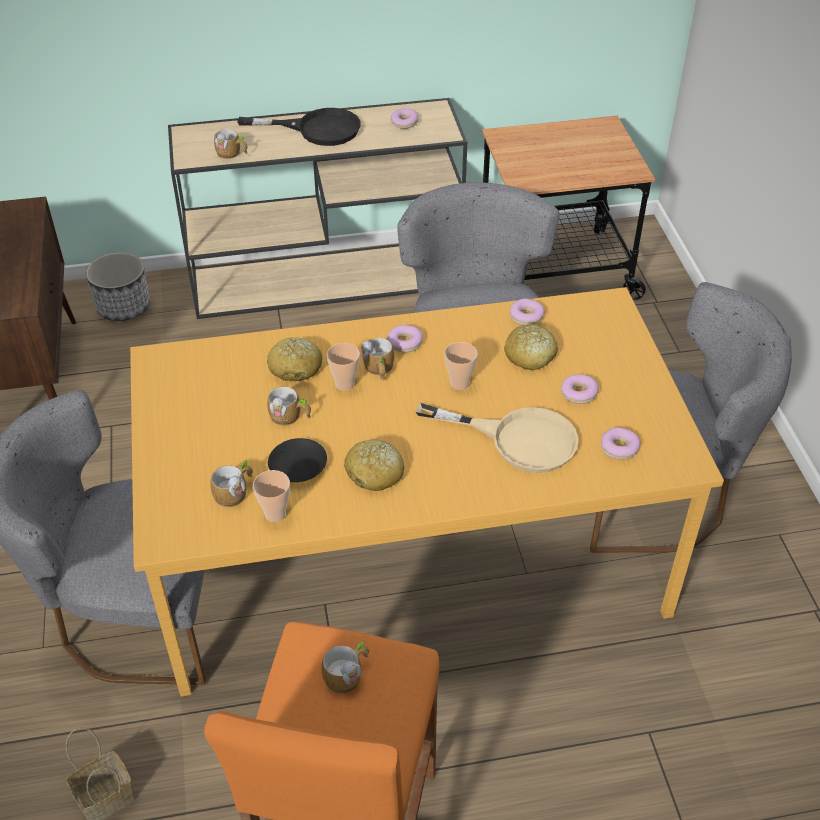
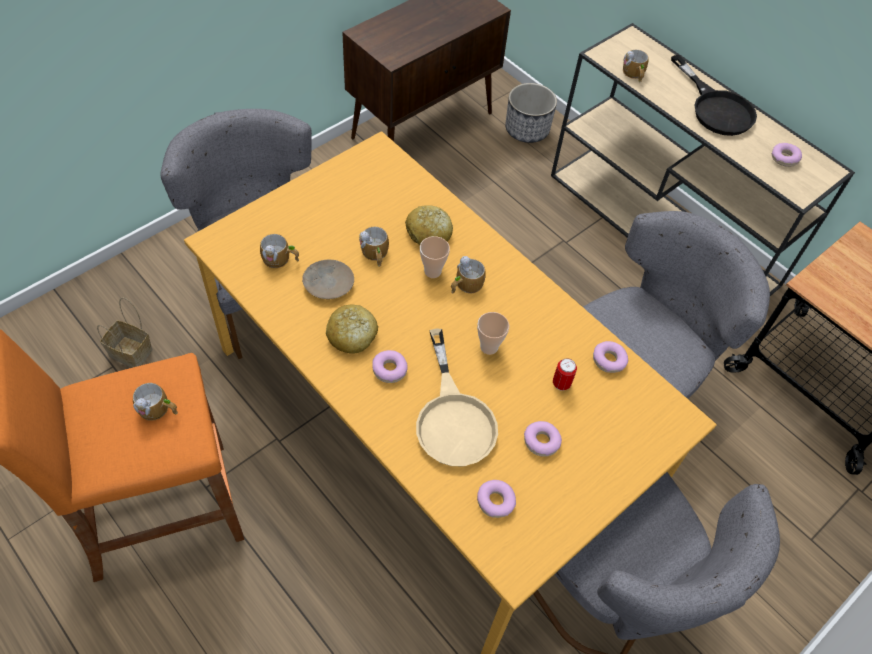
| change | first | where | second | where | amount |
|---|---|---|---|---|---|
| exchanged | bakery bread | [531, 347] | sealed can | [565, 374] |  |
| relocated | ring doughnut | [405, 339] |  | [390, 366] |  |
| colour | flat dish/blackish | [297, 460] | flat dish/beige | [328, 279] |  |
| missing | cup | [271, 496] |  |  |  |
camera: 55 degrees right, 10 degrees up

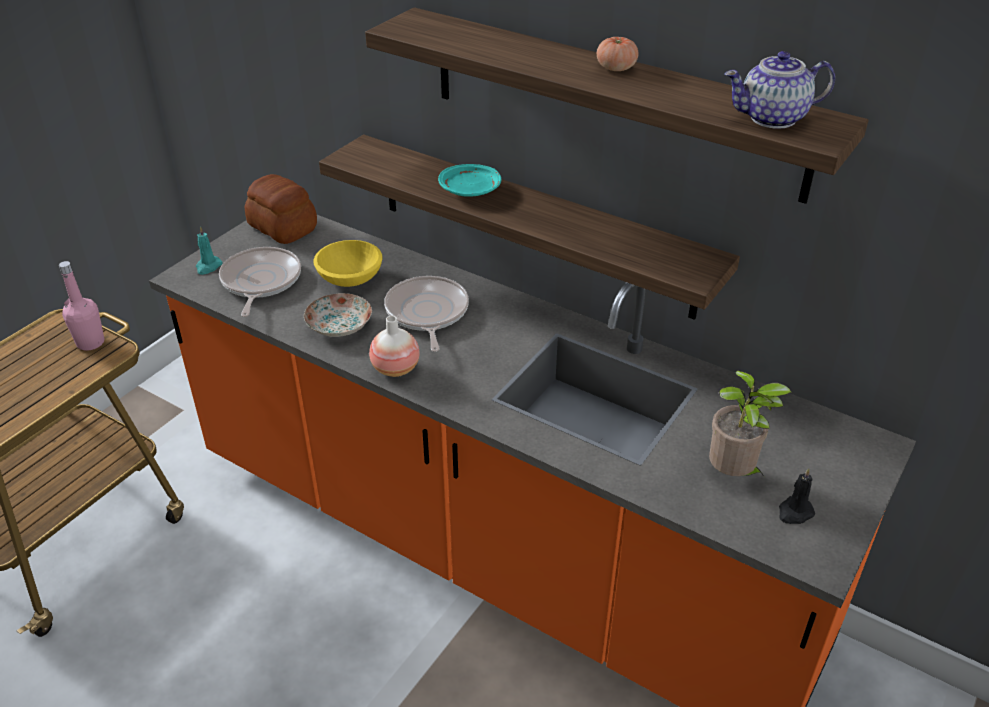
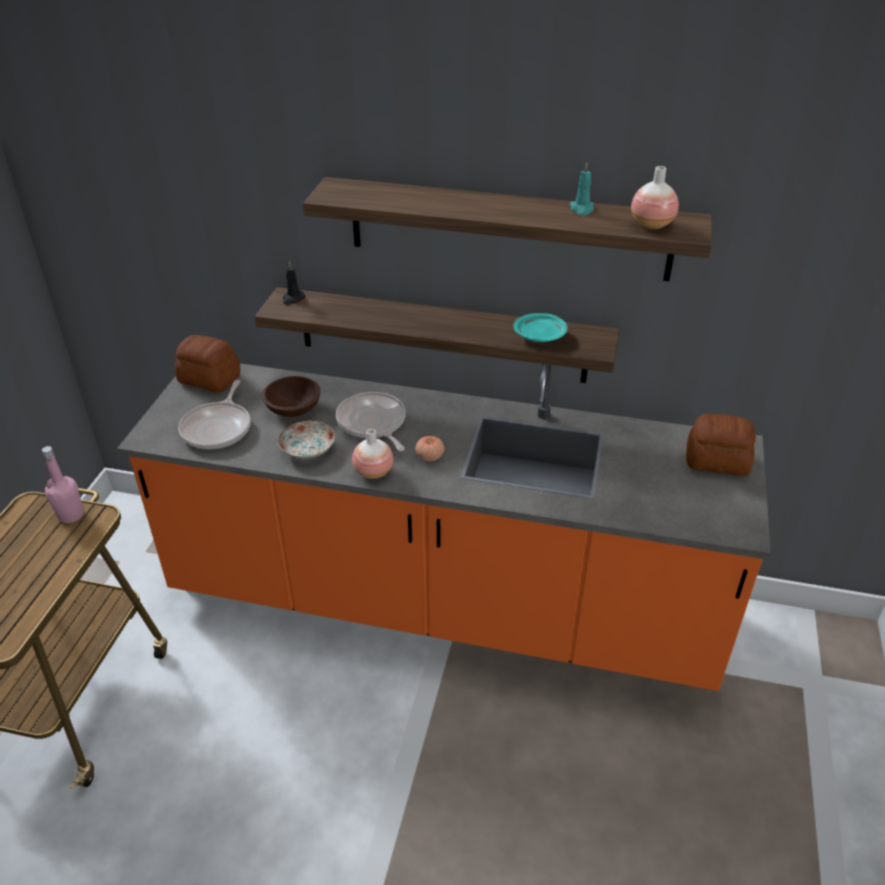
| change | first | where | second | where | amount |
|---|---|---|---|---|---|
| relocated | fresh tomato | [618, 54] |  | [430, 448] |  |
| exchanged | tea pot | [779, 90] | vase | [655, 197] |  |
| relocated | flat dish/turquoise-coloured | [469, 180] |  | [540, 327] |  |
| relocated | candle/turquoise-coloured | [209, 250] |  | [582, 189] |  |
| colour | deep dish/yellow | [348, 263] | deep dish/brown-coloured | [291, 396] |  |
| spun | pan | [260, 282] |  | [214, 415] | 150 degrees counterclockwise |
| missing | plant in a pot | [750, 423] |  |  |  |
| relocated | candle/blackish | [797, 496] |  | [294, 283] |  |
| appeared |  |  | bakery bread | [721, 445] |  |
camera: 20 degrees left, 0 degrees up

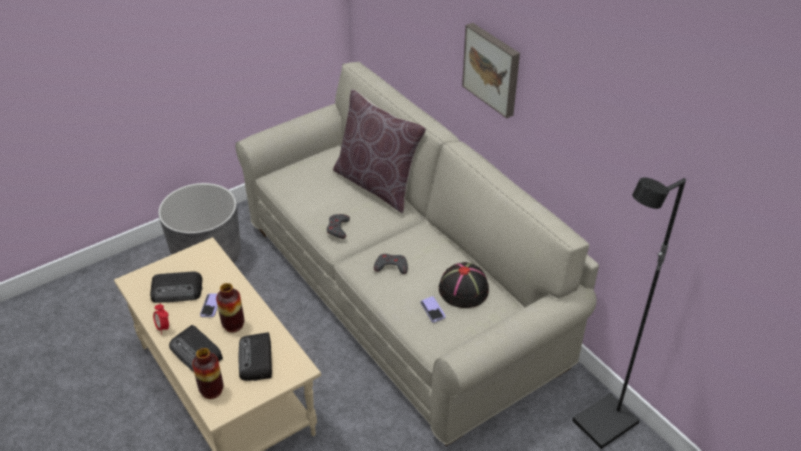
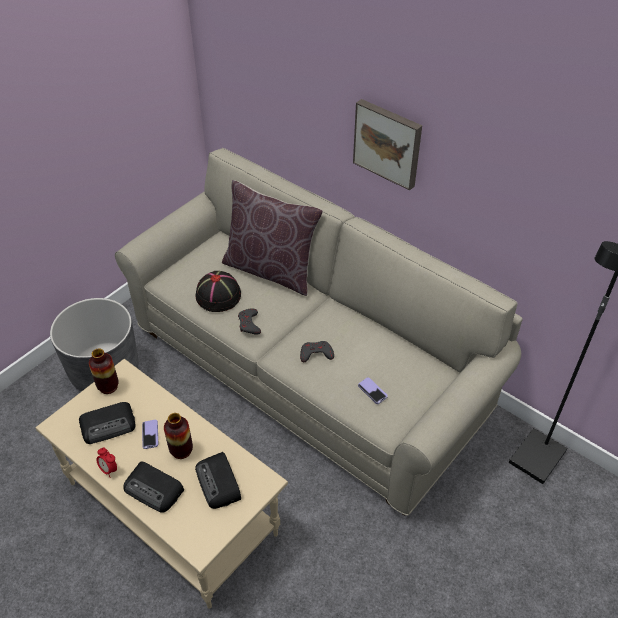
| change | first | where | second | where | amount |
|---|---|---|---|---|---|
| relocated | hat/blackish | [464, 285] |  | [218, 291] |  |
| relocated | vase | [208, 373] |  | [104, 371] |  |
camera: 15 degrees left, 5 degrees up

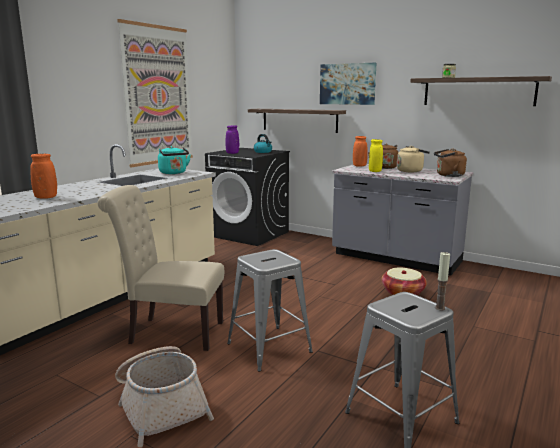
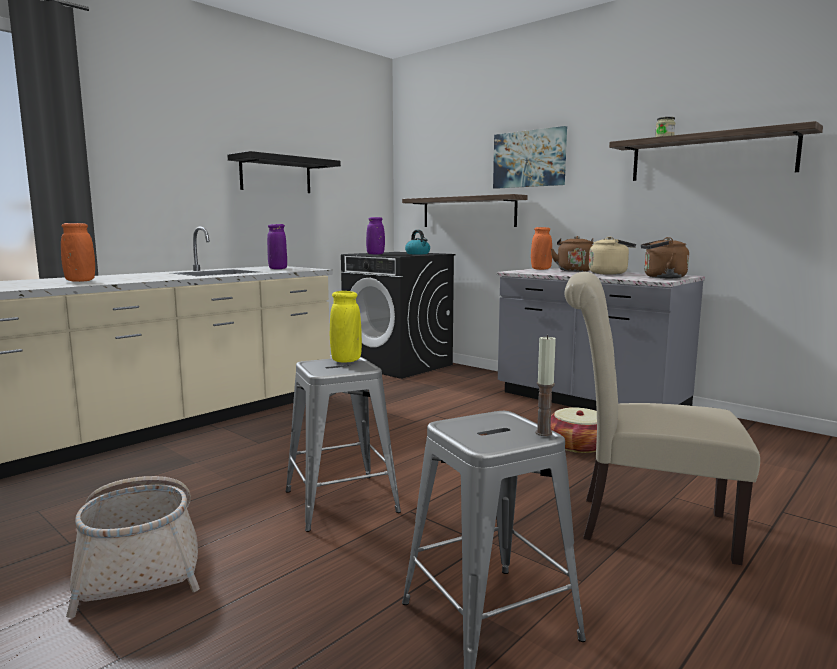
| change | first | where | second | where | amount |
|---|---|---|---|---|---|
| exchanged | picture | [155, 93] | shelf/blackish | [284, 172] |  |
| relocated | vase/yellow | [376, 155] |  | [346, 327] |  |
| exchanged | water kettle/turquoise-coloured | [174, 160] | vase/purple | [277, 246] |  |
| relocated | plain chair/beige | [160, 268] |  | [662, 418] |  |
camera: 10 degrees right, 5 degrees down

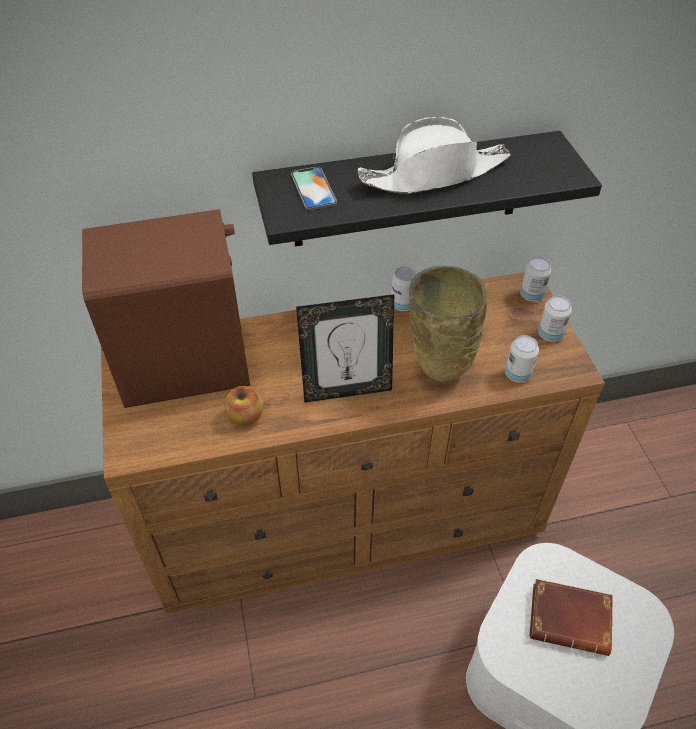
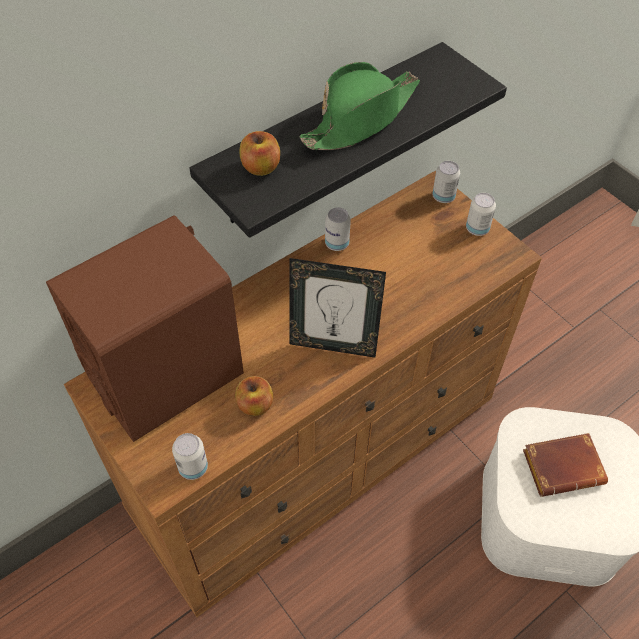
| change | first | where | second | where | amount |
|---|---|---|---|---|---|
| colour | hat/white-coloured | [434, 155] | hat/greenish | [359, 106] |  |
| exchanged | phone | [314, 188] | apple fruit | [259, 153] |  |
| missing | vase/beige | [448, 324] |  |  |  |
| spun | photo frame | [345, 348] |  | [337, 307] | 45 degrees clockwise |
| relocated | sealed can | [522, 359] |  | [190, 456] |  |
camera: 25 degrees left, 5 degrees up

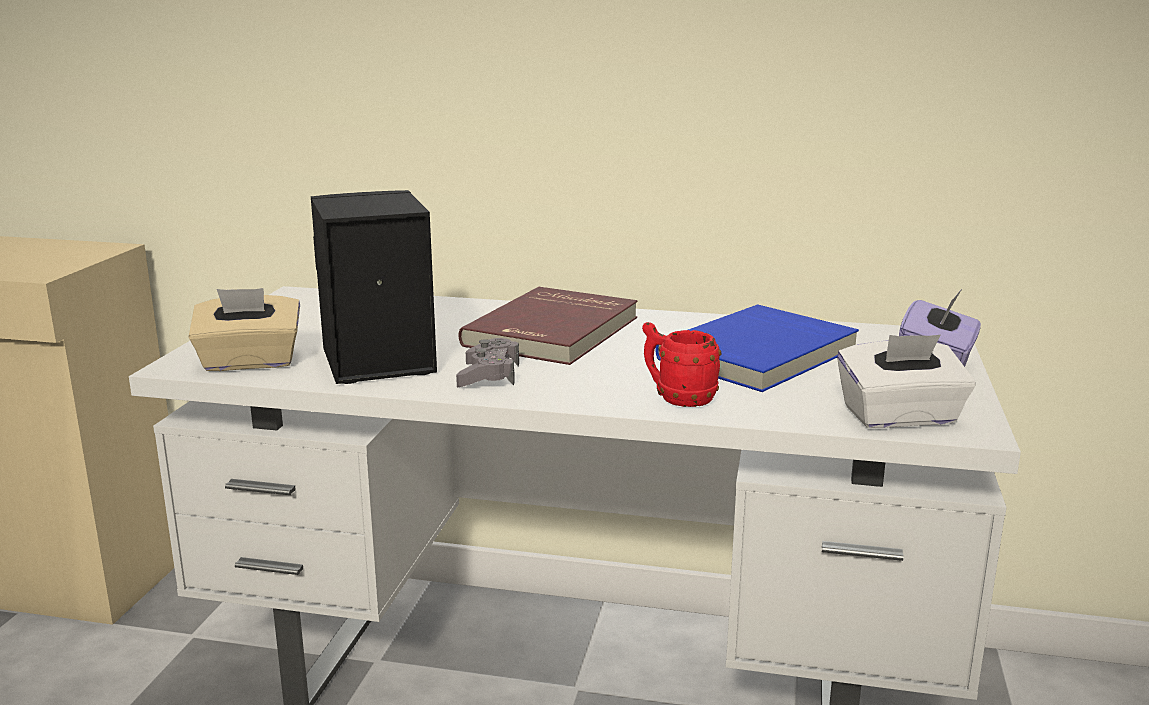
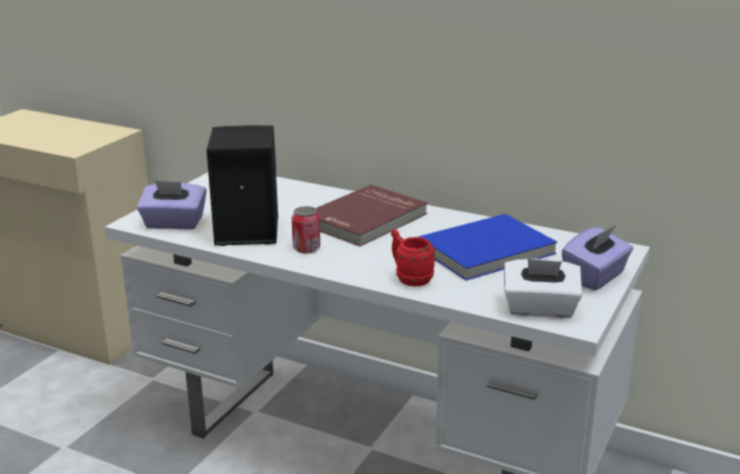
| change | first | where | second | where | amount |
|---|---|---|---|---|---|
| colour | tissue holder/beige | [244, 329] | tissue holder/purple | [172, 204] |  |
| exchanged | game controller/greyish | [487, 362] | sealed can | [306, 230] |  |
camera: 15 degrees right, 5 degrees up

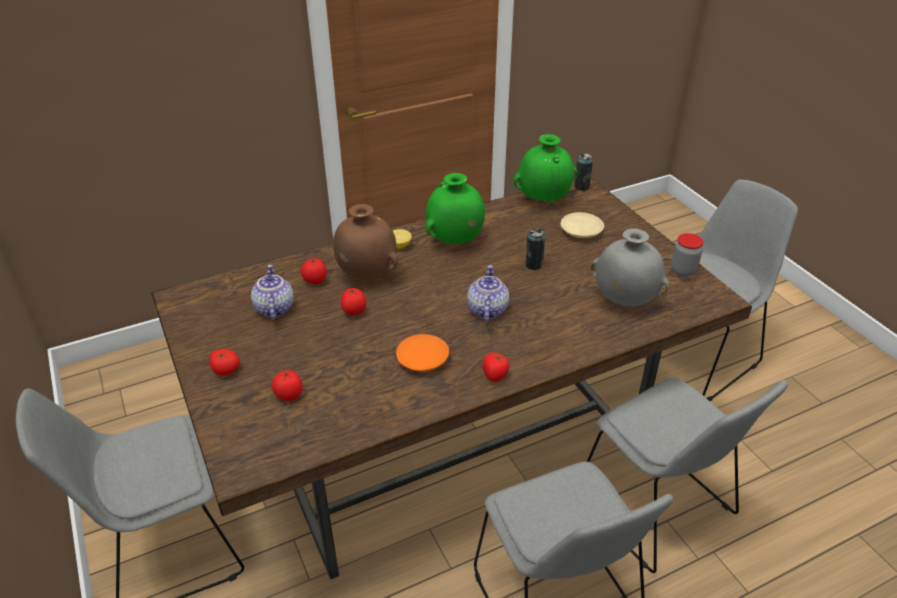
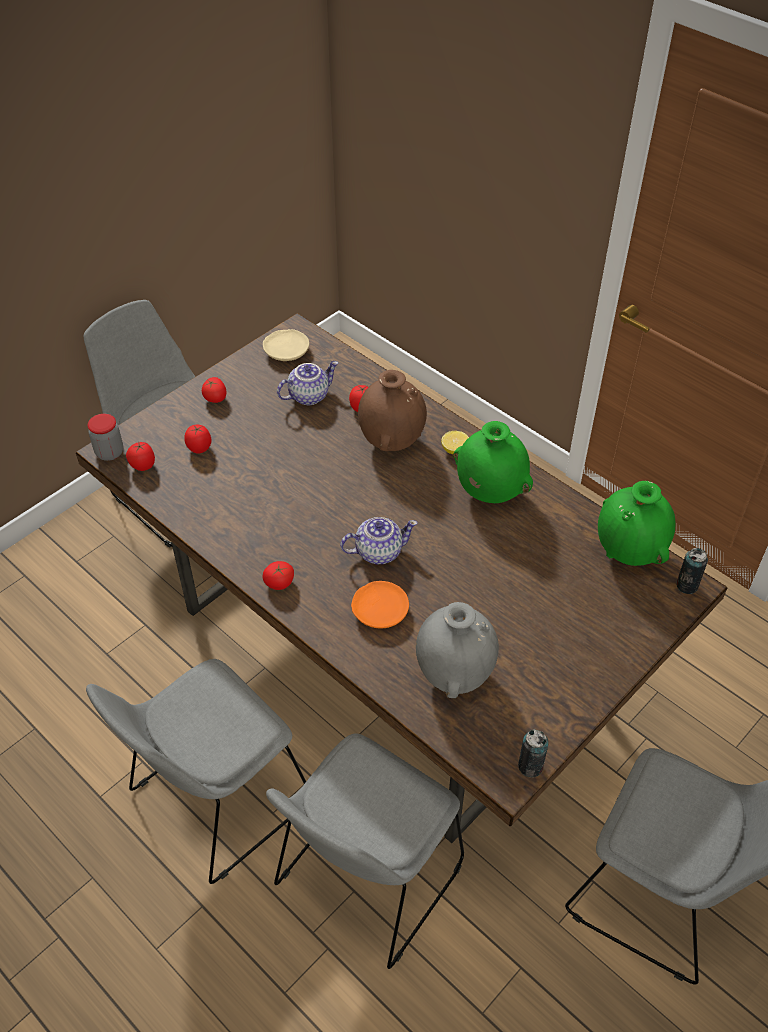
| change | first | where | second | where | amount |
|---|---|---|---|---|---|
| relocated | flat dish/beige | [582, 225] |  | [286, 345] |  |
| relocated | sealed can | [535, 249] |  | [533, 753] |  |
| relocated | jar | [687, 255] |  | [105, 437] |  |
| relocated | fresh tomato | [353, 301] |  | [140, 456] |  |
| relocated | flat dish/orangey | [422, 353] |  | [380, 604] |  |
camera: 70 degrees right, 10 degrees up

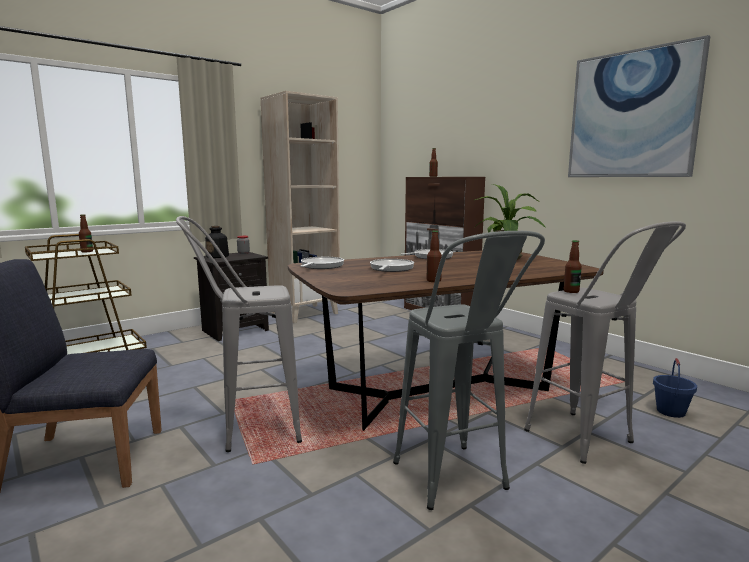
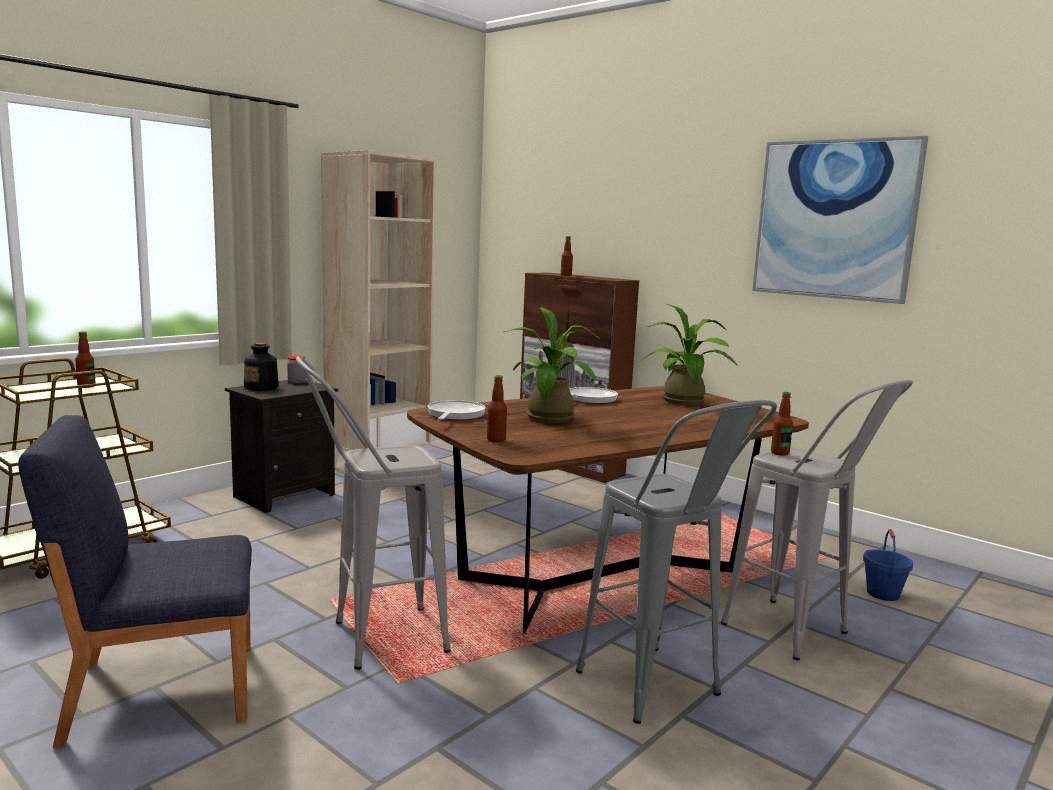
| change | first | where | second | where | amount |
|---|---|---|---|---|---|
| relocated | drink bottle | [434, 256] |  | [497, 408] |  |
| exchanged | pan | [392, 265] | plant in a pot | [552, 365] |  |
camera: 10 degrees left, 0 degrees up

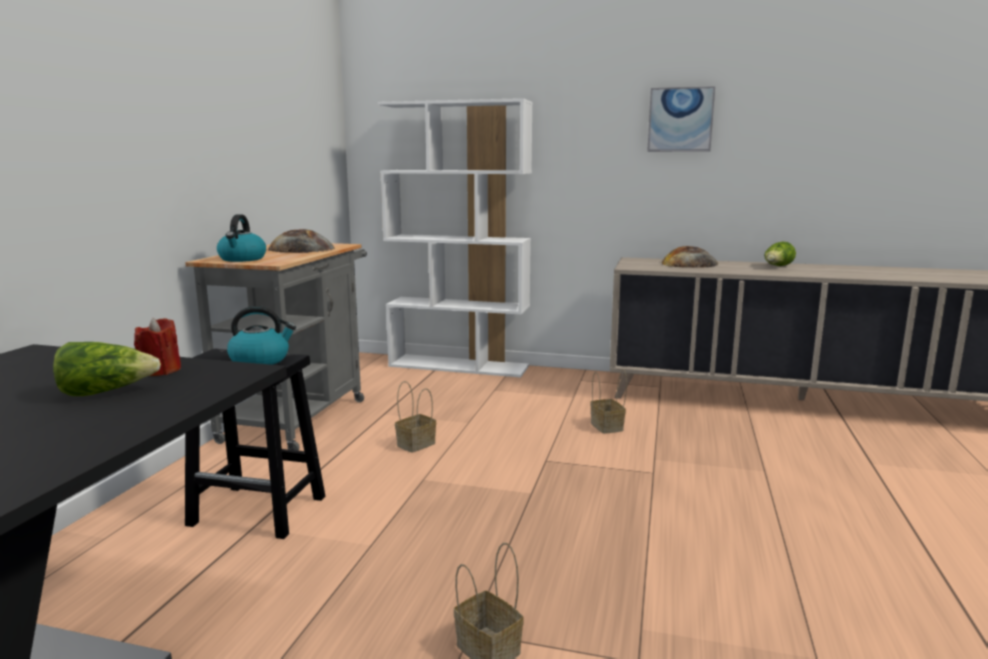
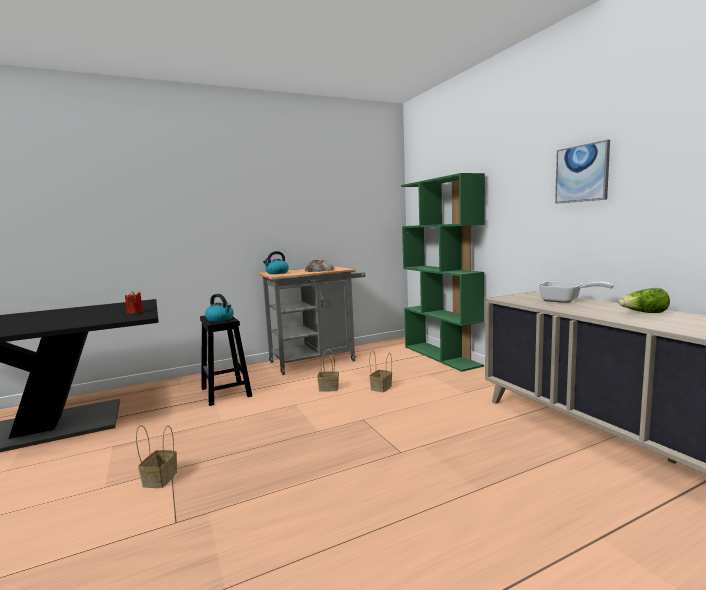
| change | first | where | second | where | amount |
|---|---|---|---|---|---|
| colour | bookcase/white-coloured | [455, 238] | bookcase/greenish | [443, 272] |  |
| exchanged | bakery bread | [690, 257] | pan | [576, 292] |  |
| missing | head of lettuce | [107, 369] |  |  |  |
| relocated | storage basket | [608, 401] |  | [380, 371] |  |
camera: 50 degrees right, 5 degrees down

